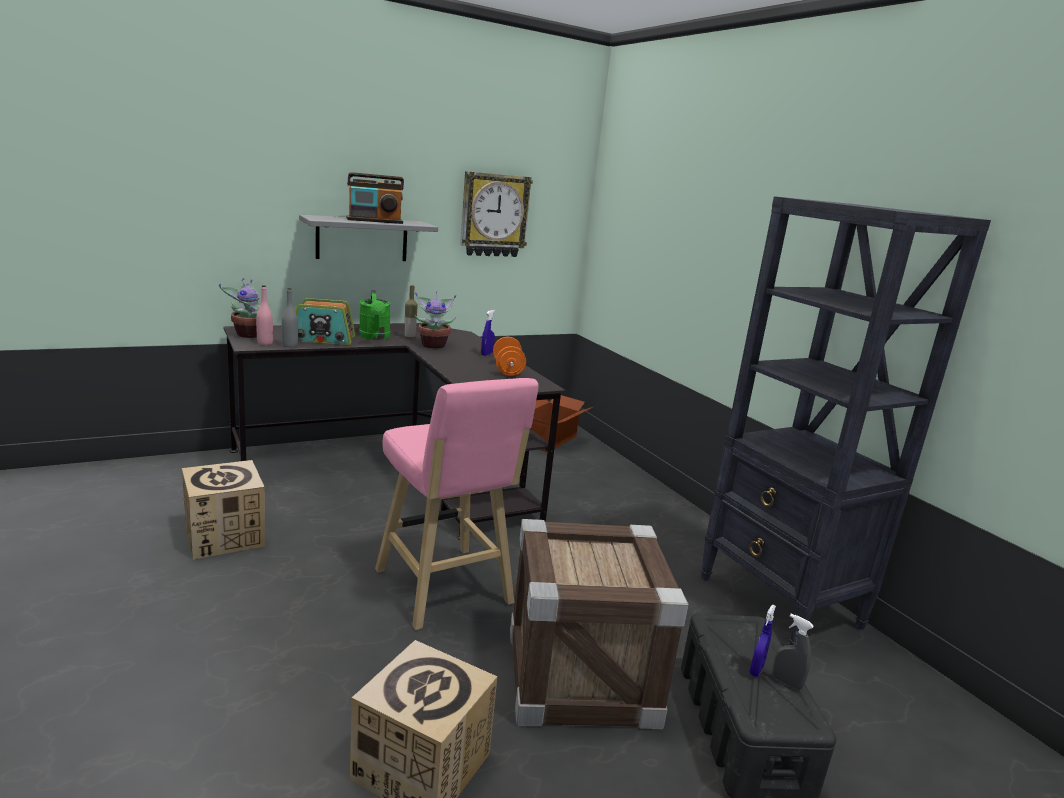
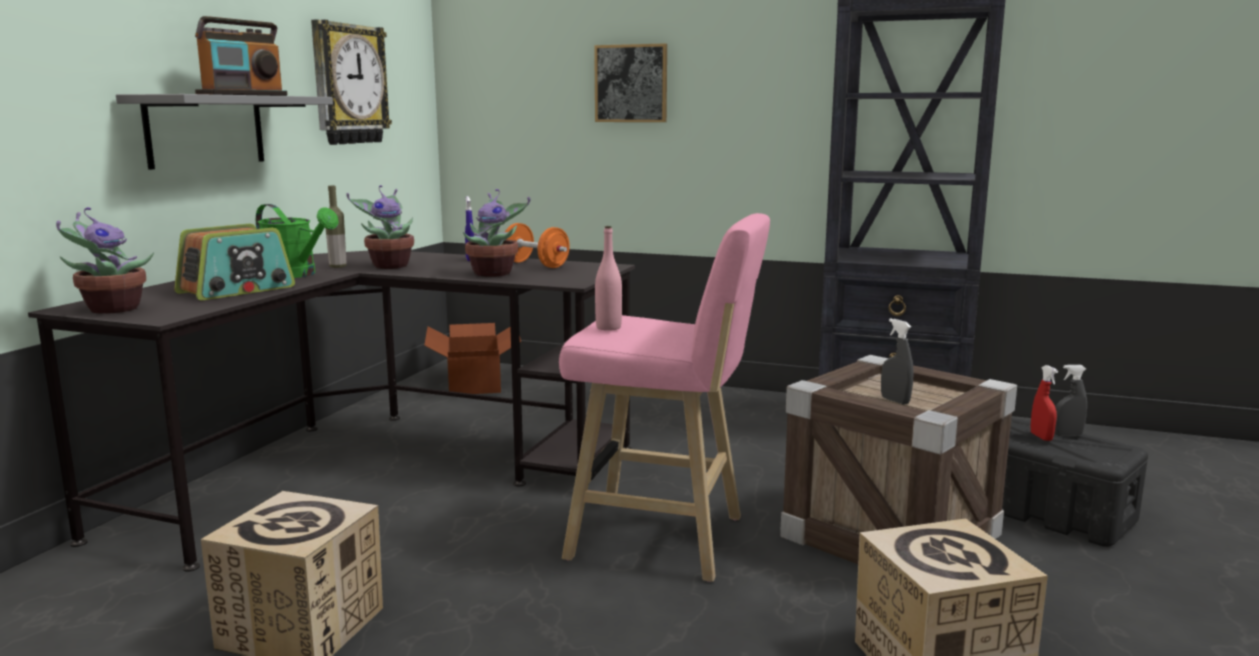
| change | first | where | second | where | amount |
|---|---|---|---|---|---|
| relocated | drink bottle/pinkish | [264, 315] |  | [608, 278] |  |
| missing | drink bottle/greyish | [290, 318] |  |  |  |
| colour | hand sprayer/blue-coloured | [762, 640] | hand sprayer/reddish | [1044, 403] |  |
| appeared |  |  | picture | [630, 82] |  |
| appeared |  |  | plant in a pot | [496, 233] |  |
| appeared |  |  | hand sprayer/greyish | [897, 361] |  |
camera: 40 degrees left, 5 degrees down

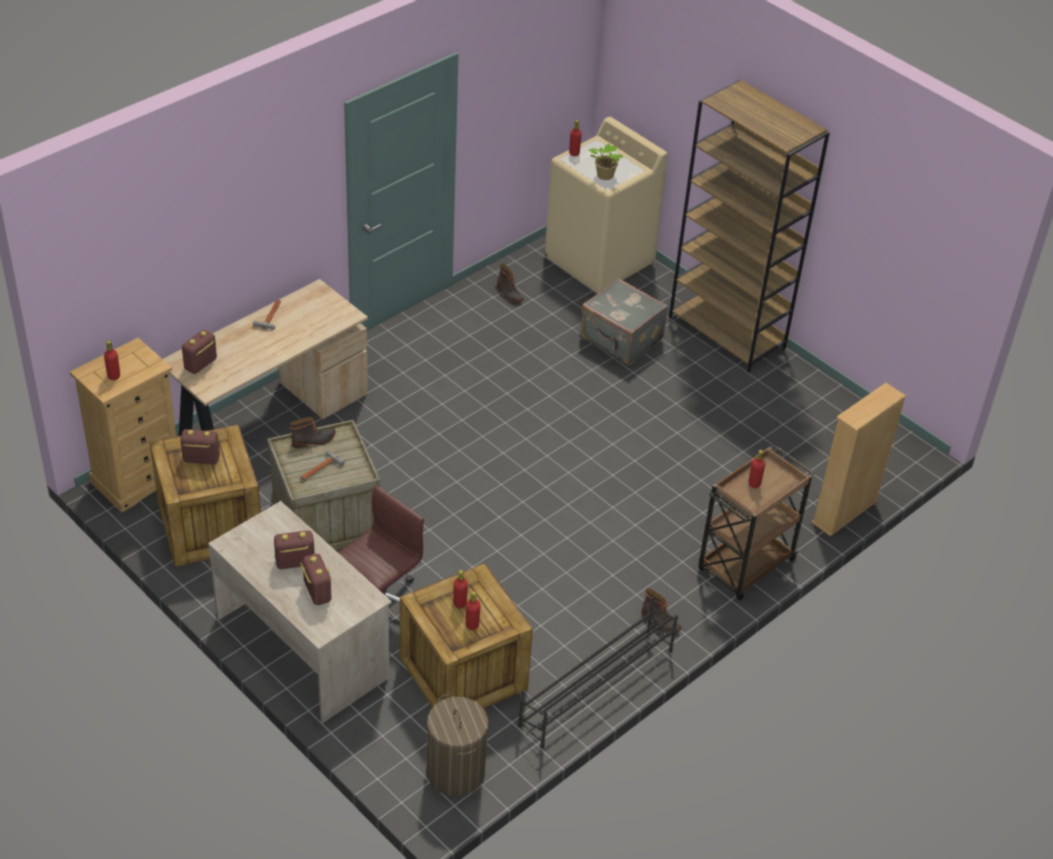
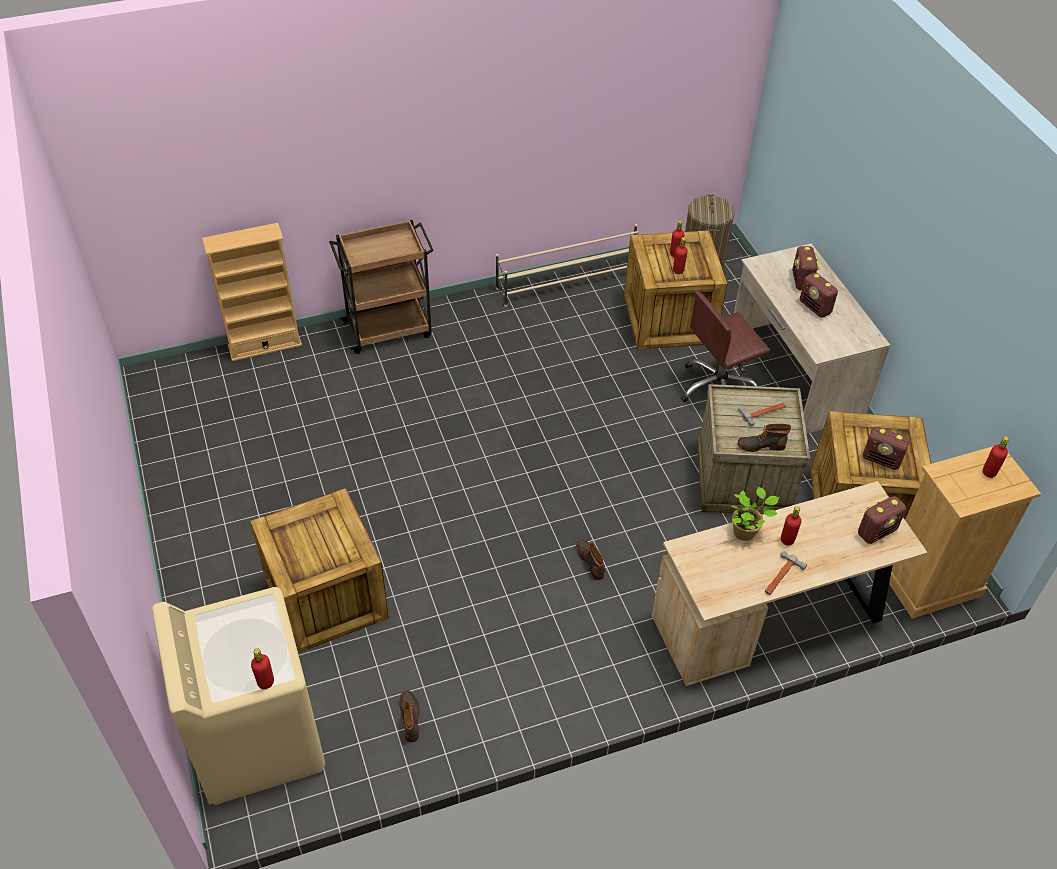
| change | first | where | second | where | amount |
|---|---|---|---|---|---|
| missing | bookcase/brown-coloured | [749, 226] |  |  |  |
| relocated | plant in a pot | [606, 161] |  | [755, 514] |  |
| exchanged | piece of luggage/greyish | [624, 321] | crate | [319, 570] |  |
| relocated | drink bottle/reddish | [756, 469] |  | [791, 526] |  |
| spun | radio receiver | [294, 549] |  | [819, 295] | 45 degrees clockwise |
| relocated | boot | [662, 610] |  | [590, 559] |  |
| colour | shoe stand/blackish | [598, 672] | shoe stand/beige | [567, 265] |  |
camera: 155 degrees left, 5 degrees up

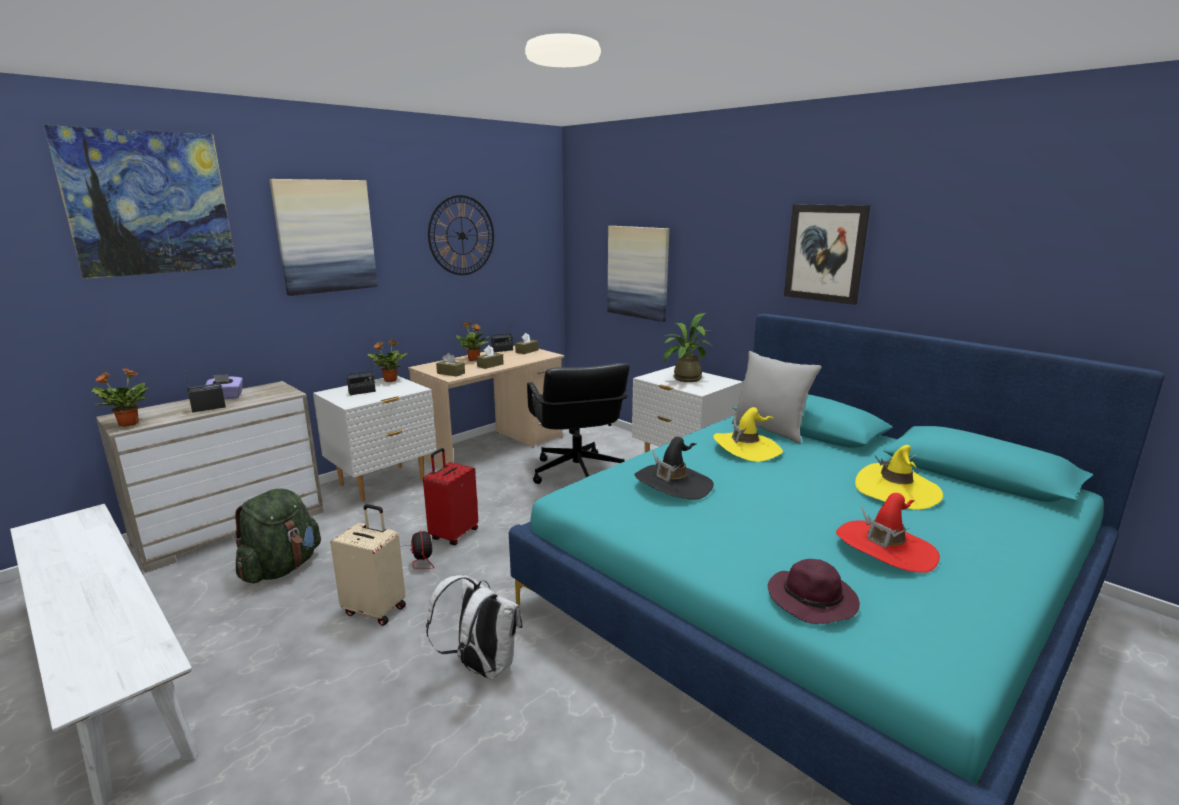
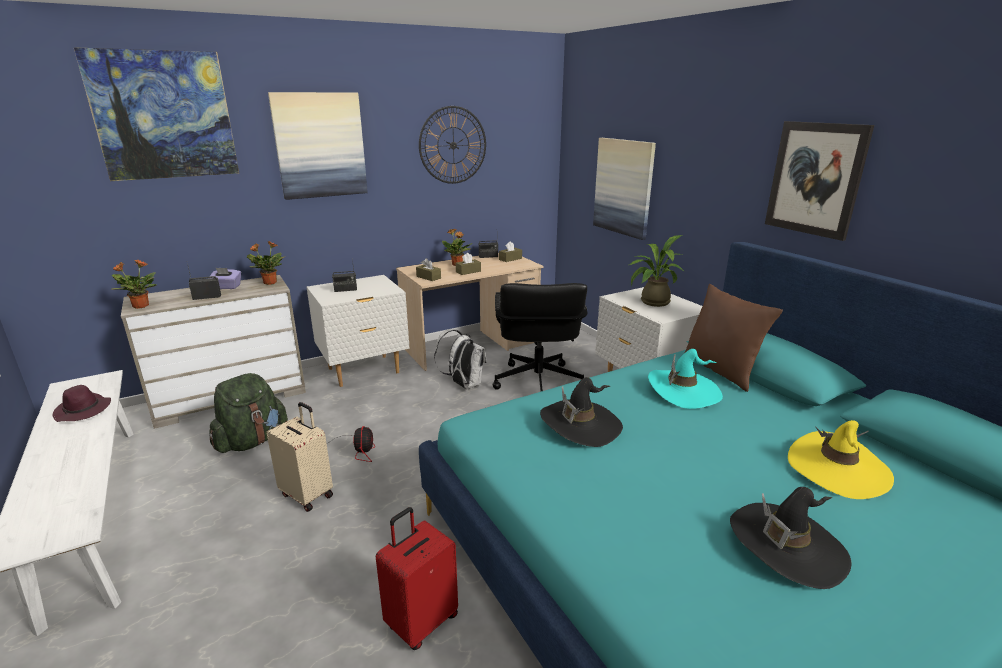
| change | first | where | second | where | amount |
|---|---|---|---|---|---|
| relocated | plant in a pot | [387, 360] |  | [266, 263] |  |
| colour | cushion/greyish | [776, 397] | cushion/brown-coloured | [734, 338] |  |
| colour | hat/yellow | [748, 434] | hat/turquoise-coloured | [685, 379] |  |
| relocated | piece of luggage/reddish | [450, 496] |  | [417, 578] |  |
| colour | hat/reddish | [888, 533] | hat/blackish | [791, 538] |  |
| relocated | hat/purple | [814, 591] |  | [81, 403] |  |
| relocated | rucksack/white-coloured | [474, 627] |  | [460, 359] |  |
camera: 15 degrees right, 5 degrees up

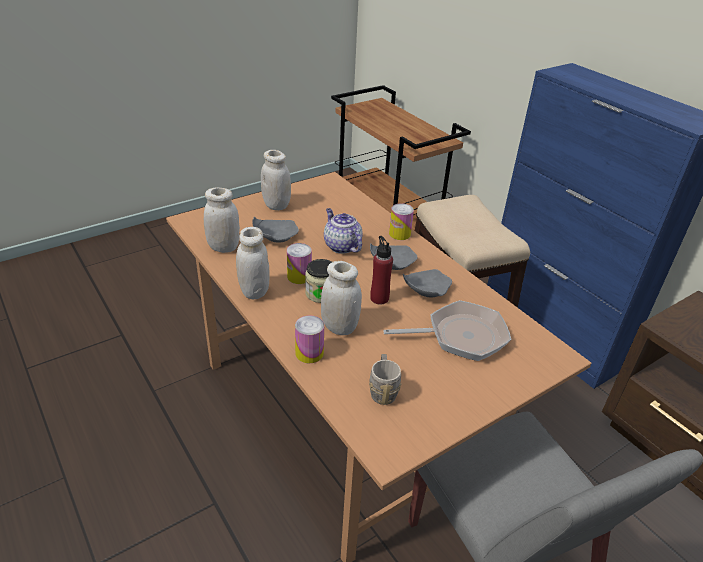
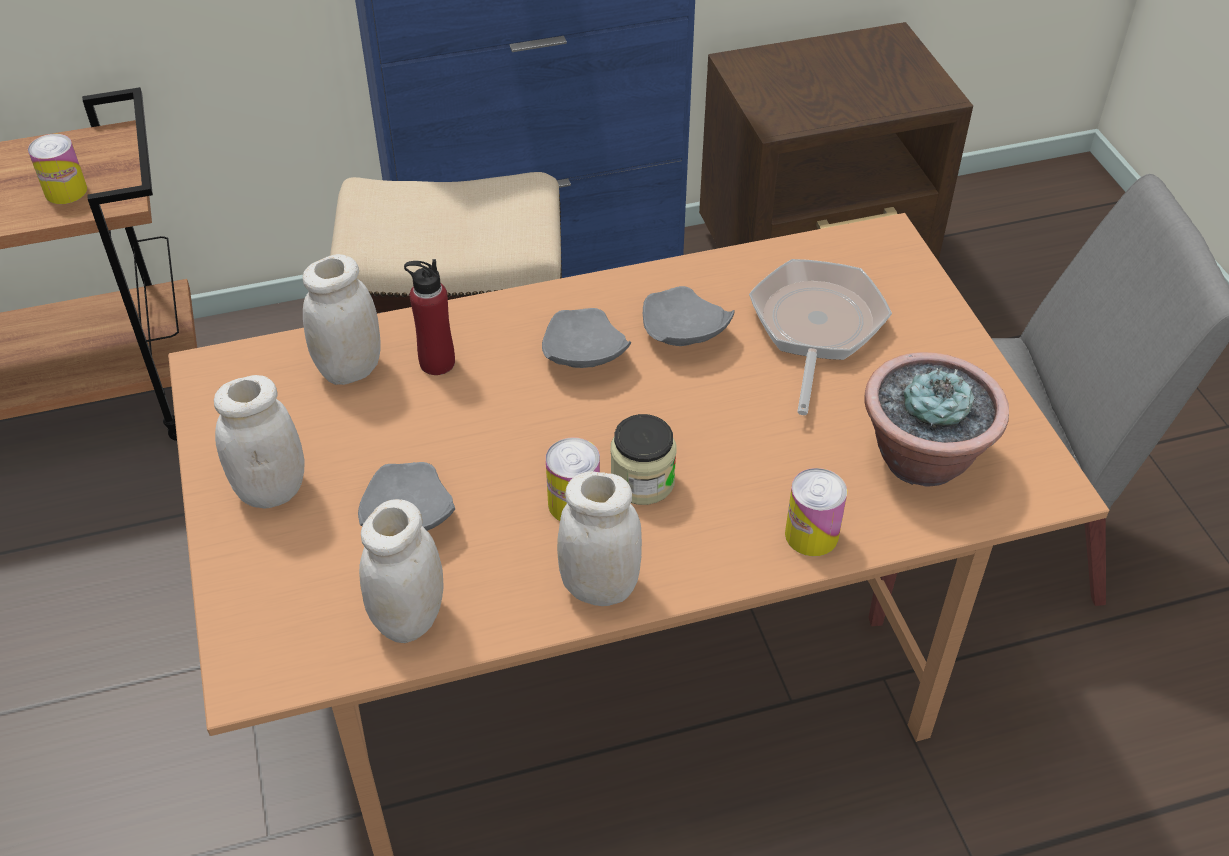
| change | first | where | second | where | amount |
|---|---|---|---|---|---|
| relocated | sealed can | [401, 221] |  | [57, 169] |  |
| missing | tea pot | [343, 231] |  |  |  |
| relocated | drink bottle/reddish | [381, 270] |  | [429, 317] |  |
| relocated | jar/white-coloured | [341, 298] |  | [341, 319] |  |
| exchanged | mug/greyish | [385, 379] | plant in a pot | [936, 419] |  |
camera: 70 degrees left, 10 degrees up

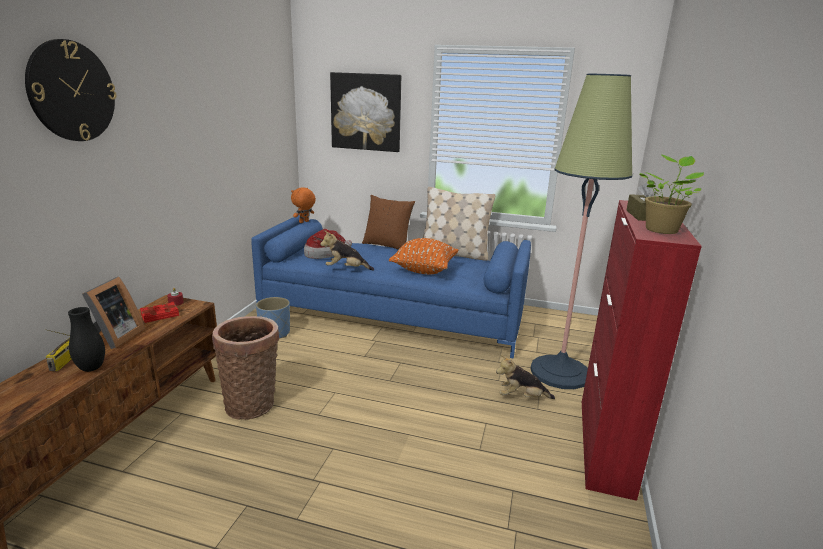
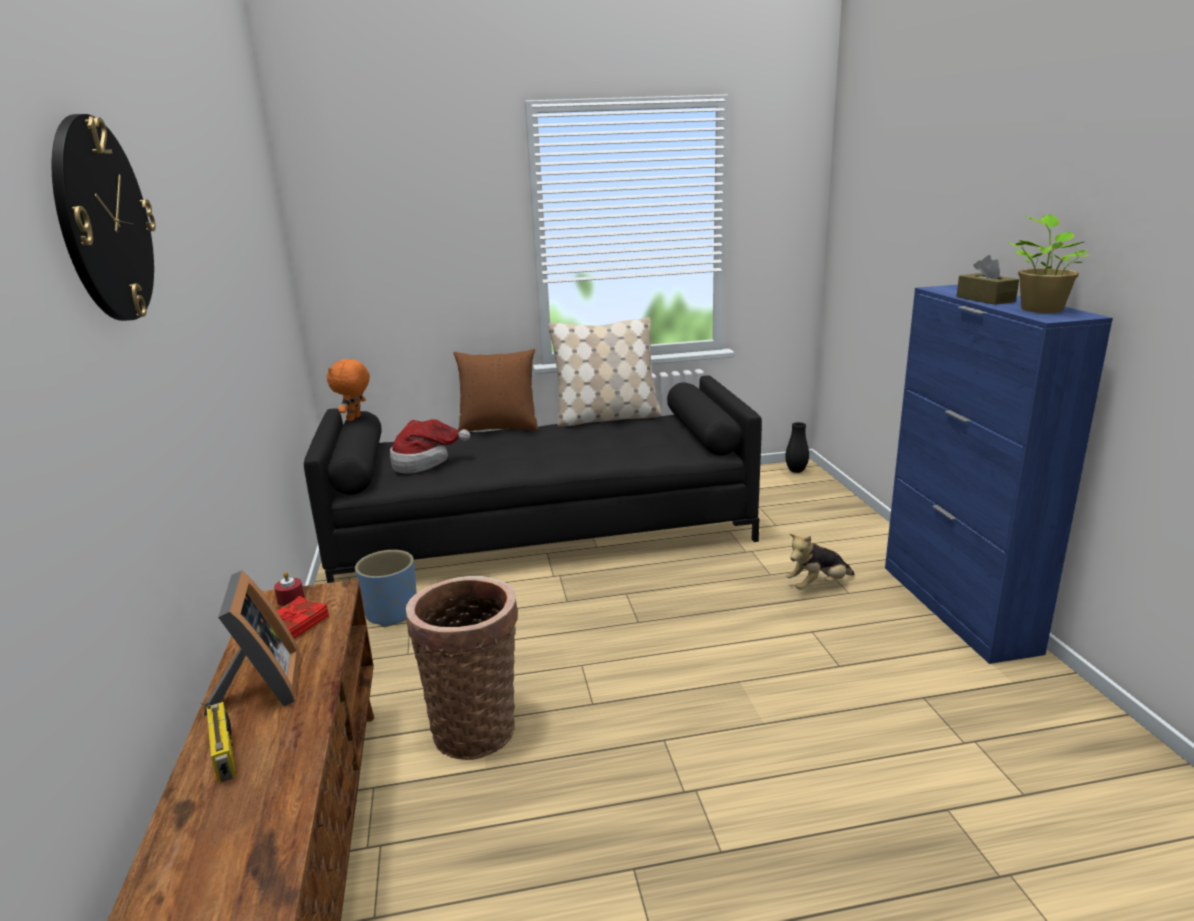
| change | first | where | second | where | amount |
|---|---|---|---|---|---|
| missing | picture | [365, 112] |  |  |  |
| missing | floor lamp | [581, 231] |  |  |  |
| colour | cabinet/reddish | [642, 350] | cabinet/blue-coloured | [999, 474] |  |
| colour | settee/blue-coloured | [391, 287] | settee/blackish | [533, 479] |  |
| missing | soft toy | [347, 251] |  |  |  |
| missing | cushion/orangey | [423, 256] |  |  |  |
| relocated | vase/blackish | [86, 339] |  | [797, 447] |  |
camera: 25 degrees left, 0 degrees up

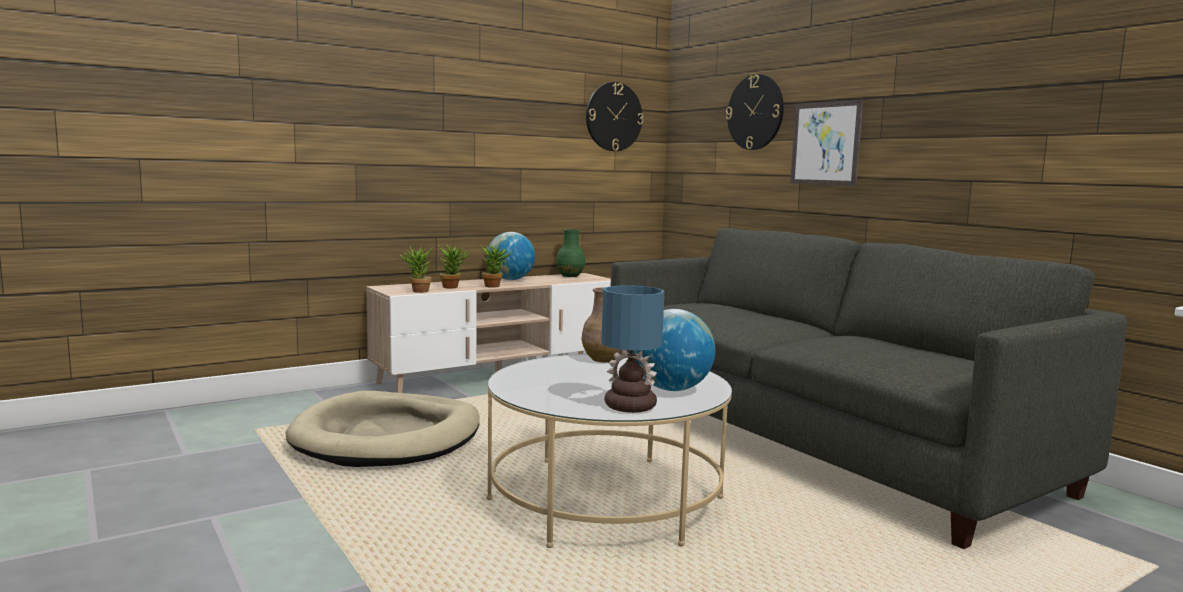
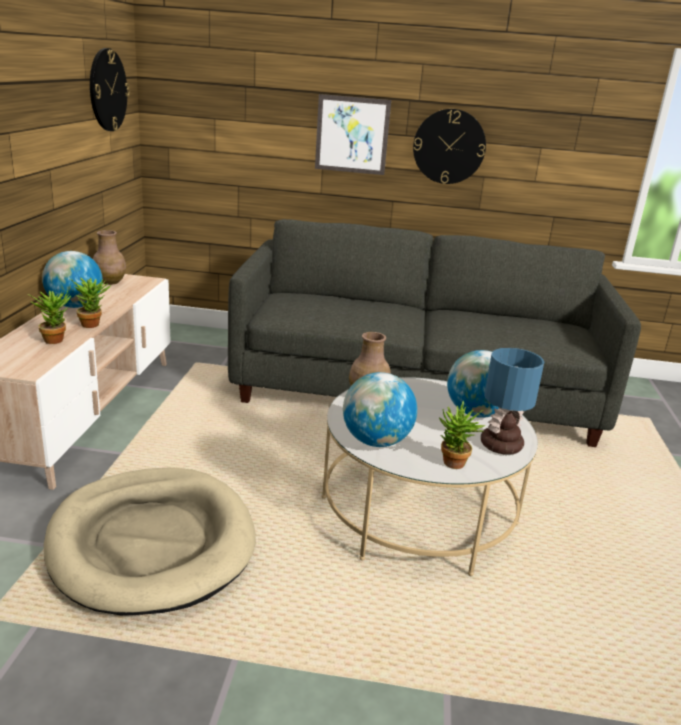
| change | first | where | second | where | amount |
|---|---|---|---|---|---|
| relocated | wall clock | [755, 112] |  | [449, 146] |  |
| colour | vase/greenish | [570, 253] | vase/brown-coloured | [109, 257] |  |
| relocated | plant in a pot | [416, 269] |  | [462, 435] |  |
| appeared |  |  | globe | [380, 409] |  |
camera: 50 degrees left, 15 degrees up

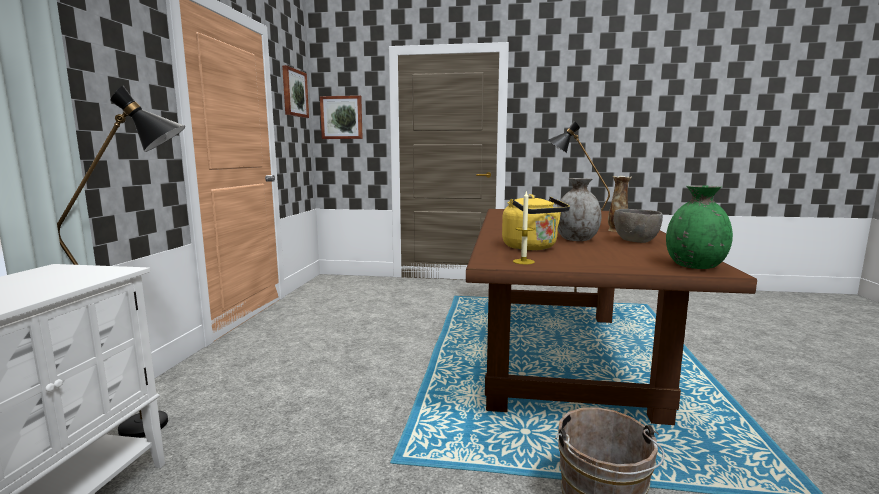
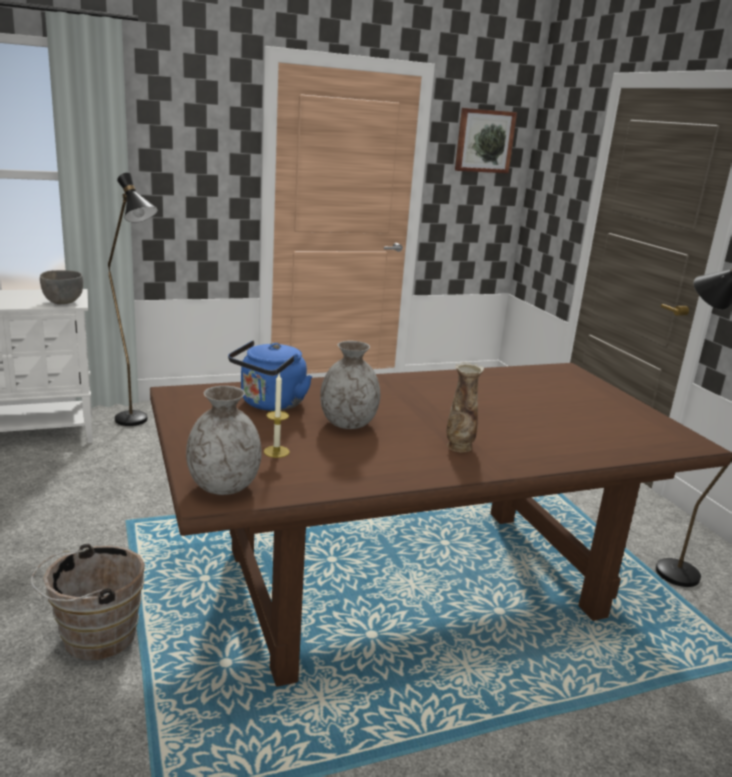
| change | first | where | second | where | amount |
|---|---|---|---|---|---|
| missing | picture | [341, 117] |  |  |  |
| colour | vase/greenish | [699, 227] | vase/greyish | [224, 440] |  |
| relocated | candle | [524, 228] |  | [277, 416] |  |
| colour | water kettle/yellow | [536, 222] | water kettle/blue-coloured | [270, 375] |  |
| relocated | deep dish/greyish | [638, 226] |  | [61, 287] |  |
camera: 60 degrees right, 10 degrees up

